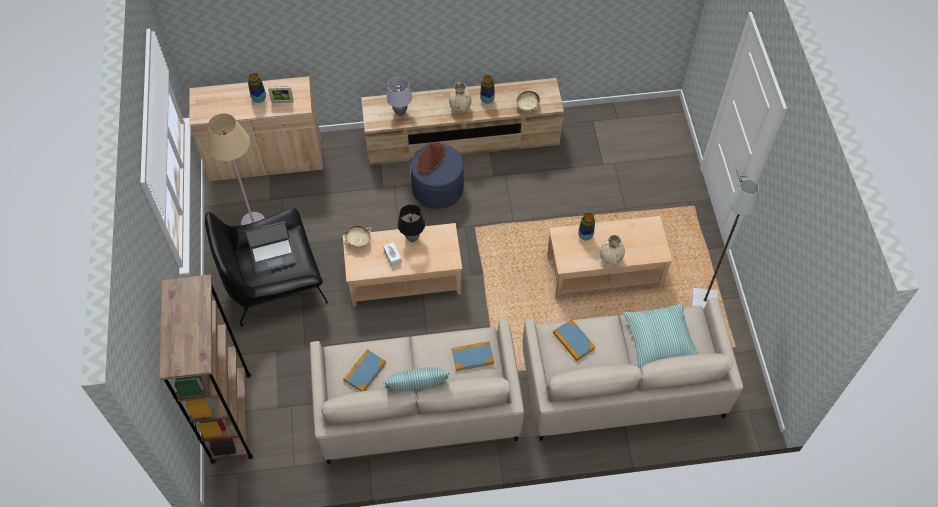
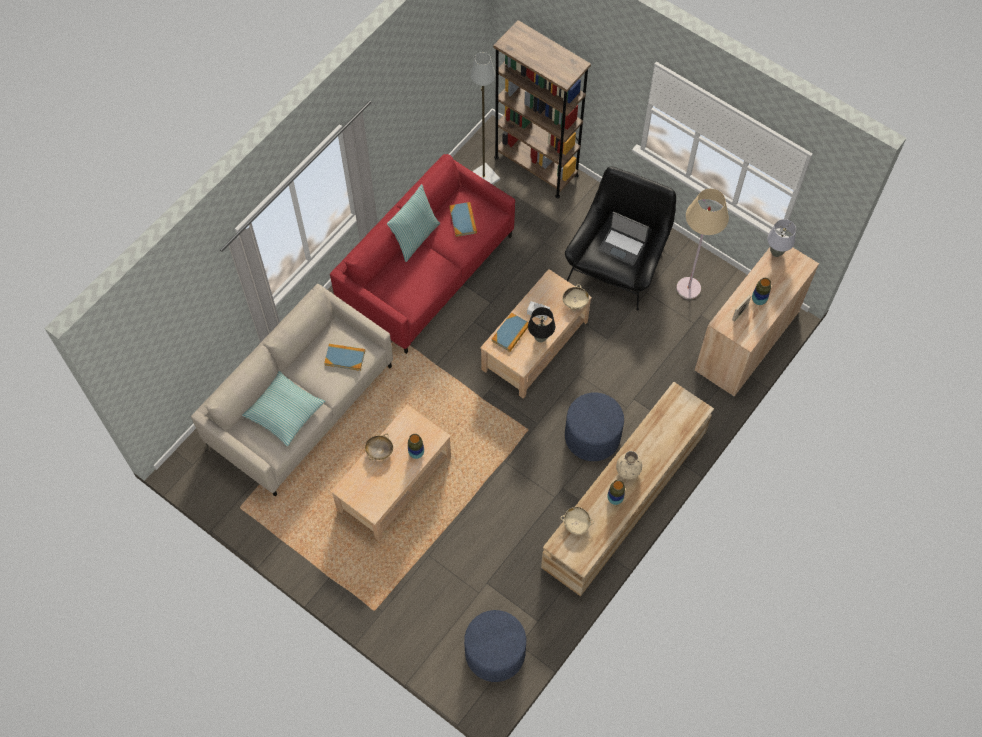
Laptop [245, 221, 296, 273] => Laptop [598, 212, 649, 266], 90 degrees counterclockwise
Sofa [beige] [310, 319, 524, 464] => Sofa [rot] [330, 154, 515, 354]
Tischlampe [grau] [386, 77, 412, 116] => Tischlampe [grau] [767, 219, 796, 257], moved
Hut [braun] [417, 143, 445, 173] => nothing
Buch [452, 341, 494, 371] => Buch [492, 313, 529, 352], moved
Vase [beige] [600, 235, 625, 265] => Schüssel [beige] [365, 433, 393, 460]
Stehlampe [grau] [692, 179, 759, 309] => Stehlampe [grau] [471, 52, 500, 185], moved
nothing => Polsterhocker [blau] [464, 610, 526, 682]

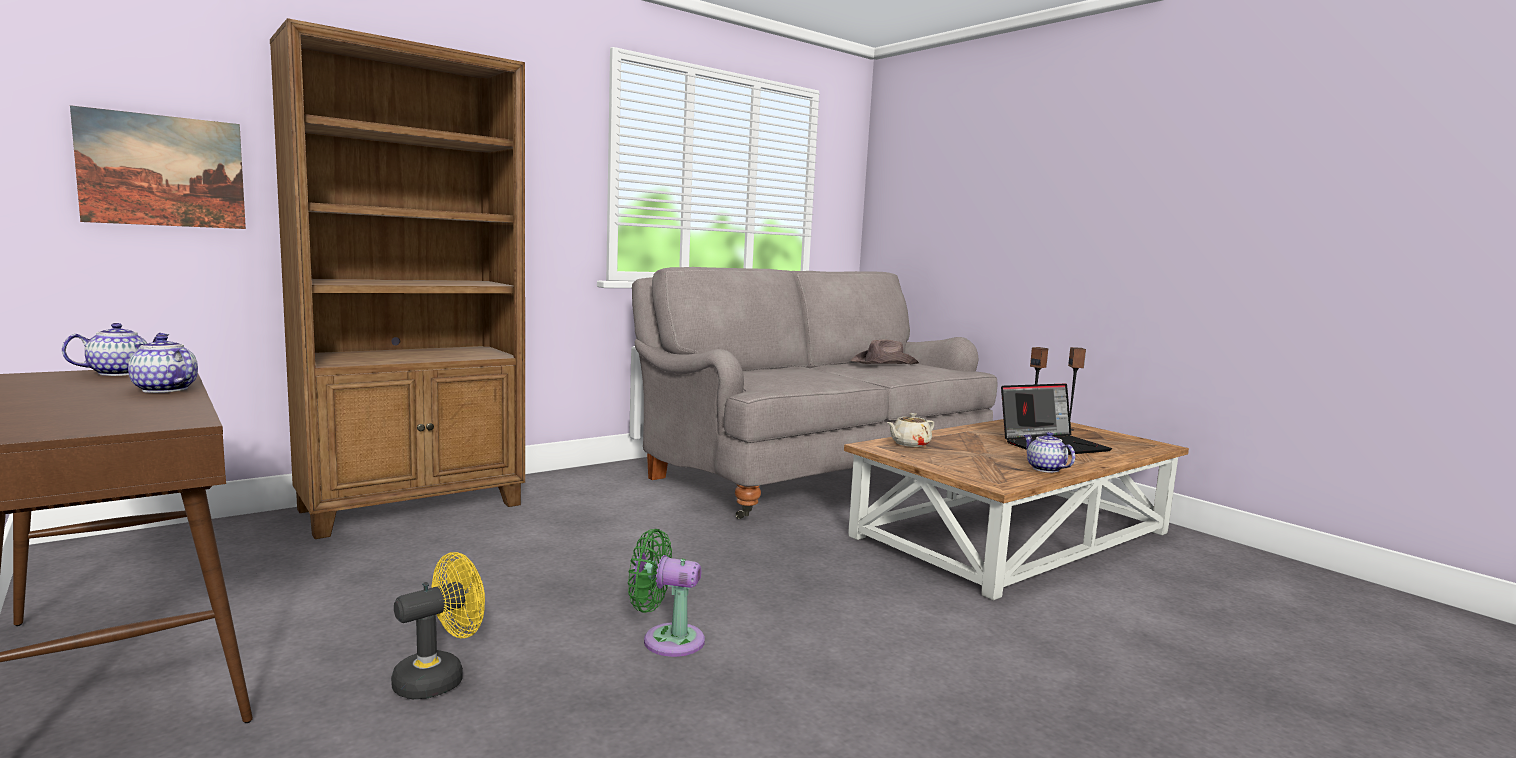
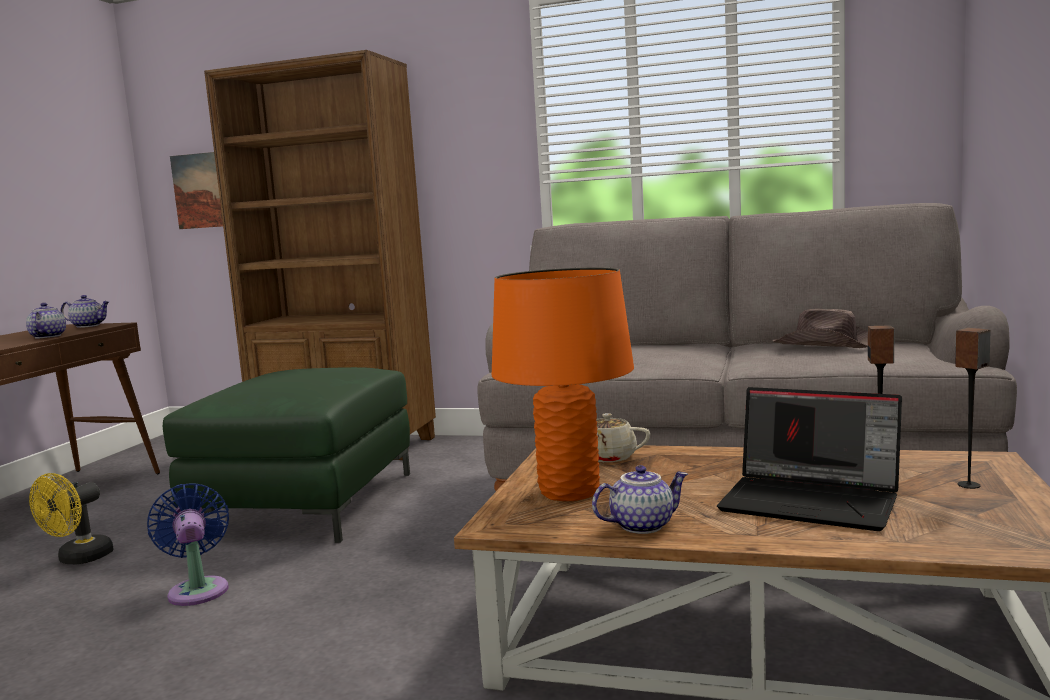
Ventilator [gelb] [391, 552, 485, 699] => Ventilator [gelb] [29, 473, 113, 564], 105 degrees clockwise
Ventilator [grün] [628, 529, 705, 657] => Ventilator [blau] [147, 483, 229, 606]
Teekanne [1024, 432, 1075, 473] => Teekanne [592, 465, 688, 534], 45 degrees clockwise
nothing => Polsterhocker [grün] [163, 367, 410, 543]
nothing => Tischlampe [orange] [492, 267, 634, 501]

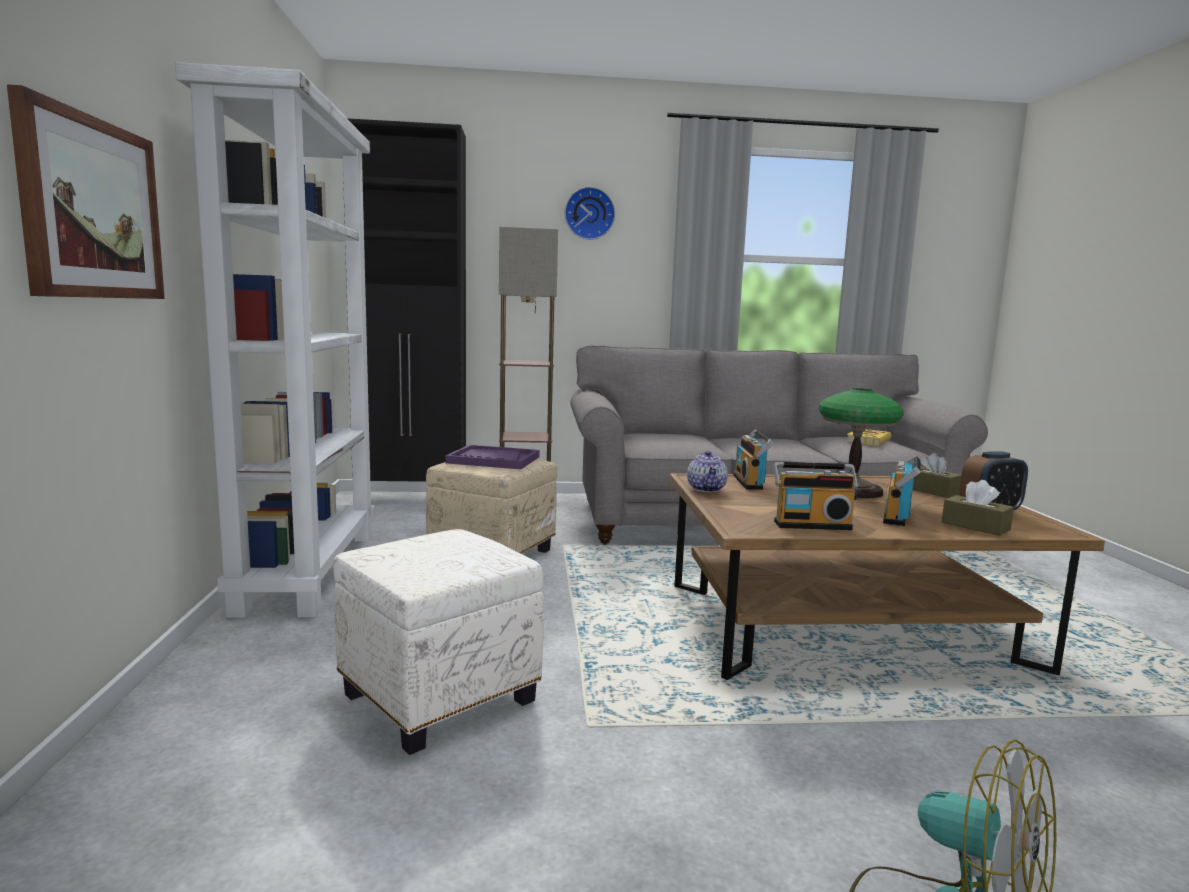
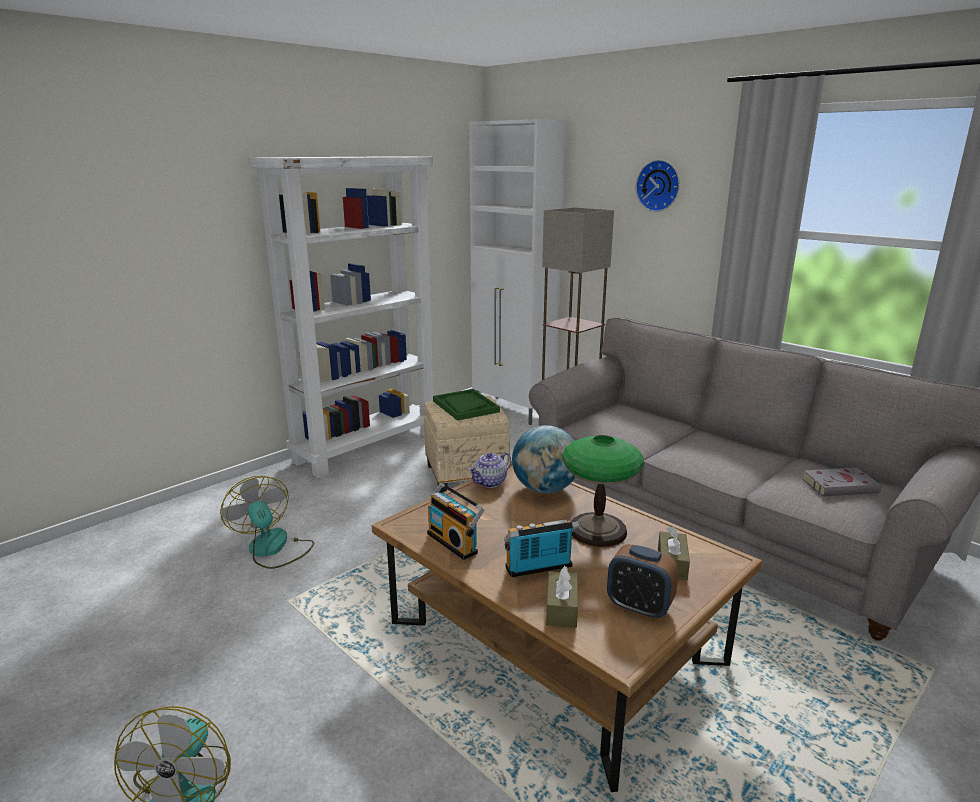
Bild [7, 84, 165, 299] => nothing
Polsterhocker [weiß] [334, 529, 544, 755] => Ventilator [220, 476, 314, 569]
Schrank [schwarz] [343, 118, 466, 482] => Schrank [weiß] [469, 119, 566, 425]
Tablett [lila] [445, 445, 540, 469] => Tablett [grün] [433, 389, 500, 421]
Radio [733, 429, 774, 490] => Globus [512, 425, 575, 494]
Buch [gelb] [846, 429, 891, 446] => Buch [grau] [802, 468, 881, 496]

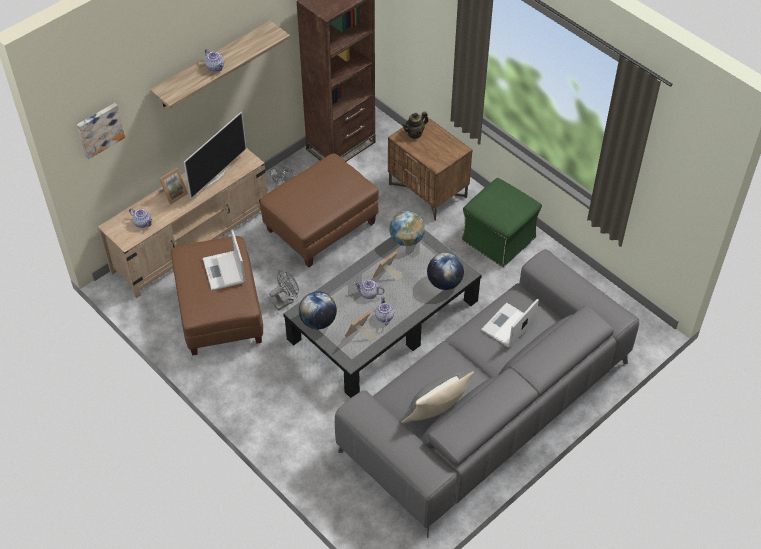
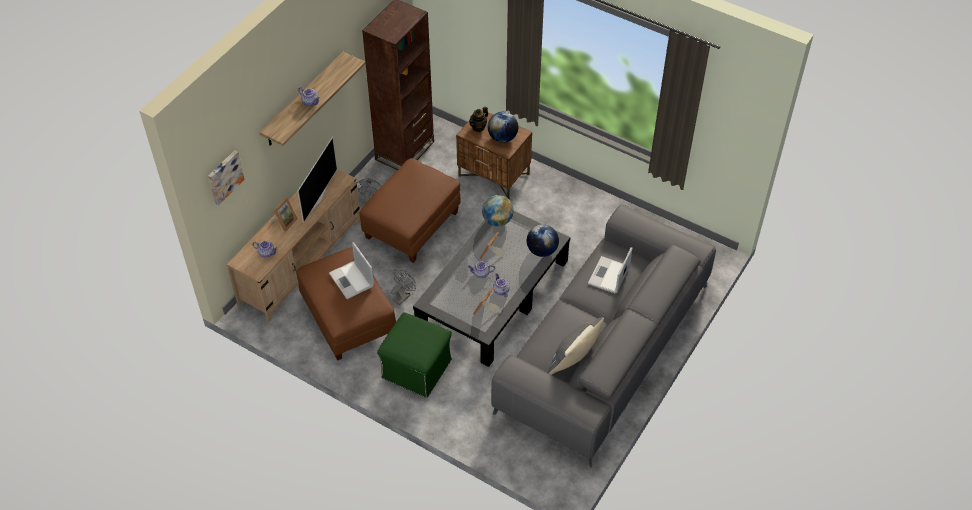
Globus [299, 291, 337, 329] => Globus [488, 112, 518, 143], moved
Polsterhocker [grün] [461, 178, 542, 267] => Polsterhocker [grün] [377, 312, 452, 398], moved

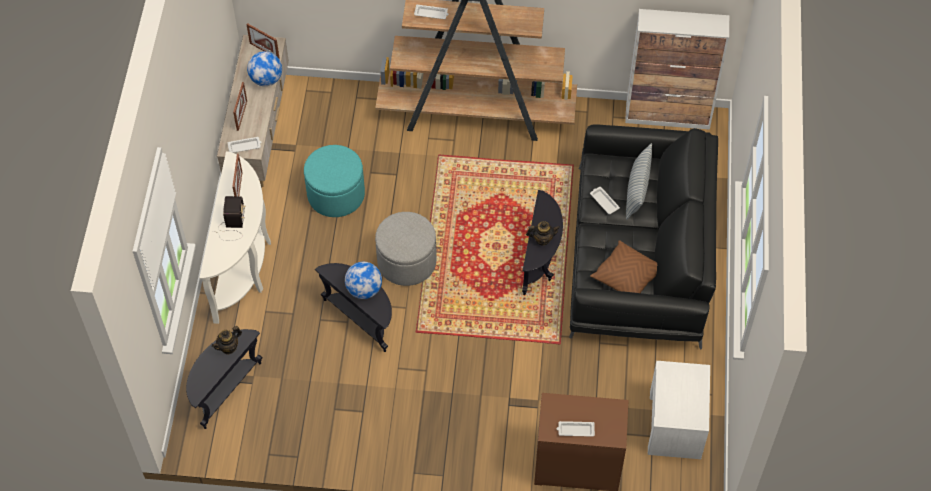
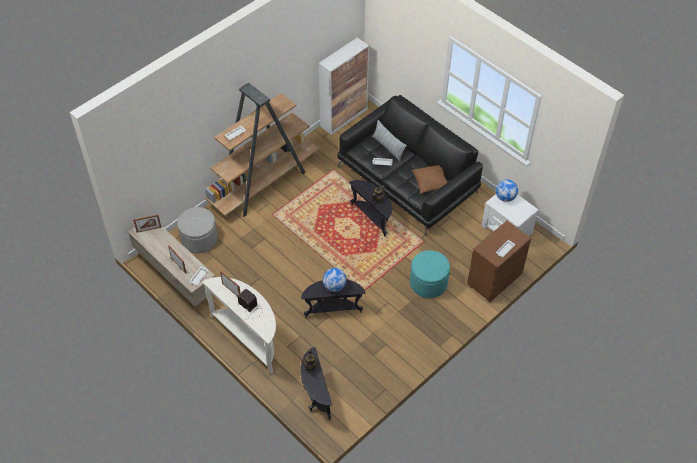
Globus [247, 51, 282, 86] => Globus [496, 179, 518, 202], moved
Polsterhocker [türkis] [304, 145, 365, 217] => Polsterhocker [türkis] [410, 250, 450, 298], moved
Polsterhocker [grau] [375, 212, 437, 286] => Polsterhocker [grau] [177, 207, 218, 253], moved

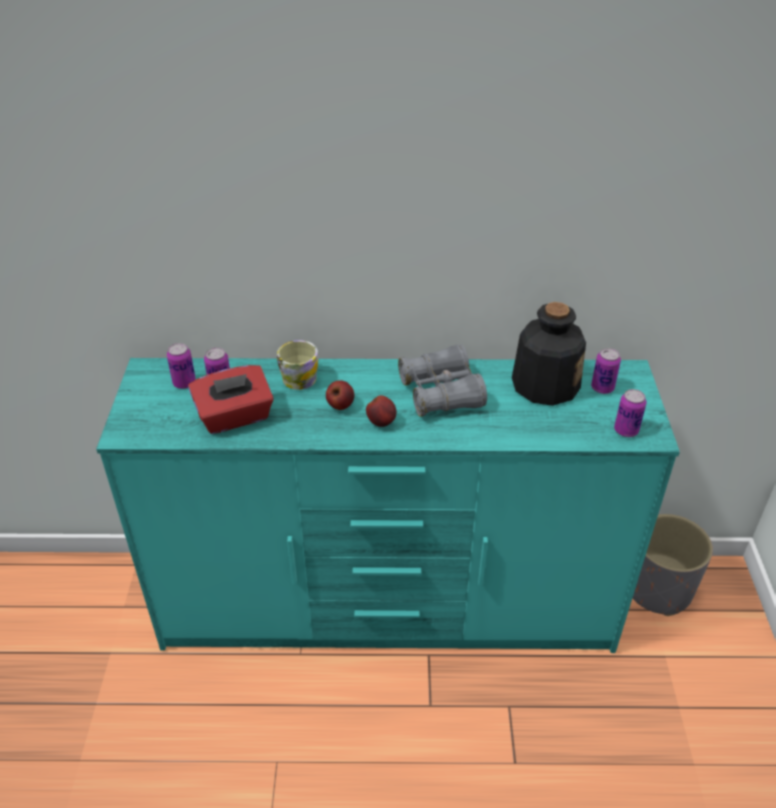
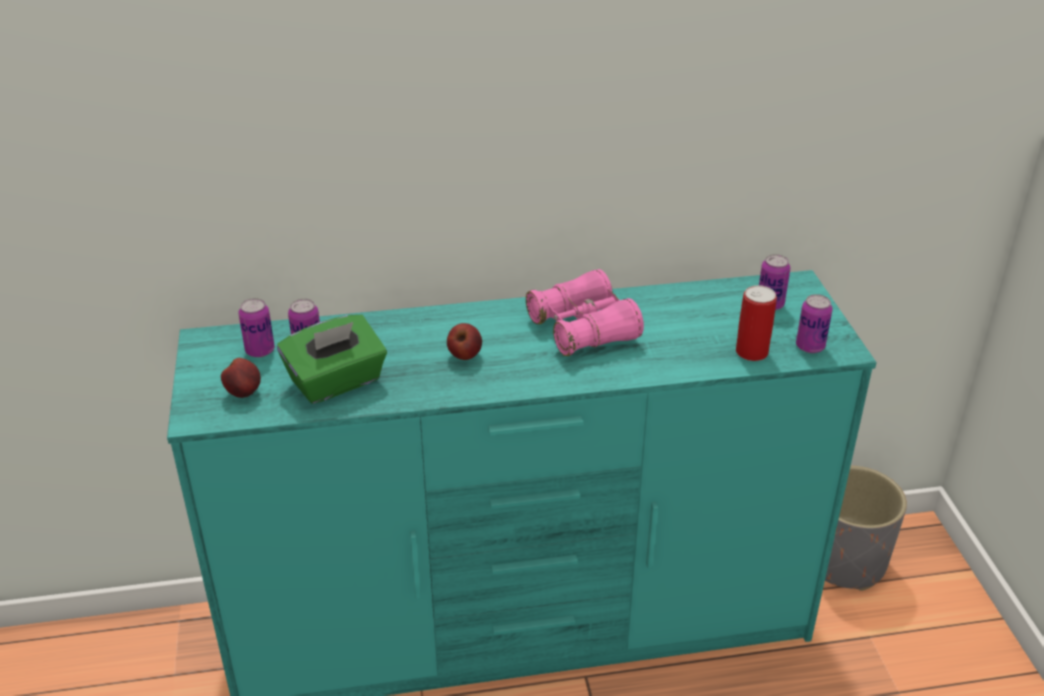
Taschentuchbox [rot] [188, 365, 274, 434] => Taschentuchbox [grün] [277, 315, 387, 404]
Henkelbecher [277, 340, 319, 390] => nothing
Apfel [366, 395, 396, 427] => Apfel [221, 358, 261, 398], moved
Fernglas [grau] [398, 344, 487, 417] => Fernglas [rosa] [526, 269, 644, 356]
Flasche [512, 302, 586, 406] => nothing
nothing => Dose [736, 285, 777, 361]

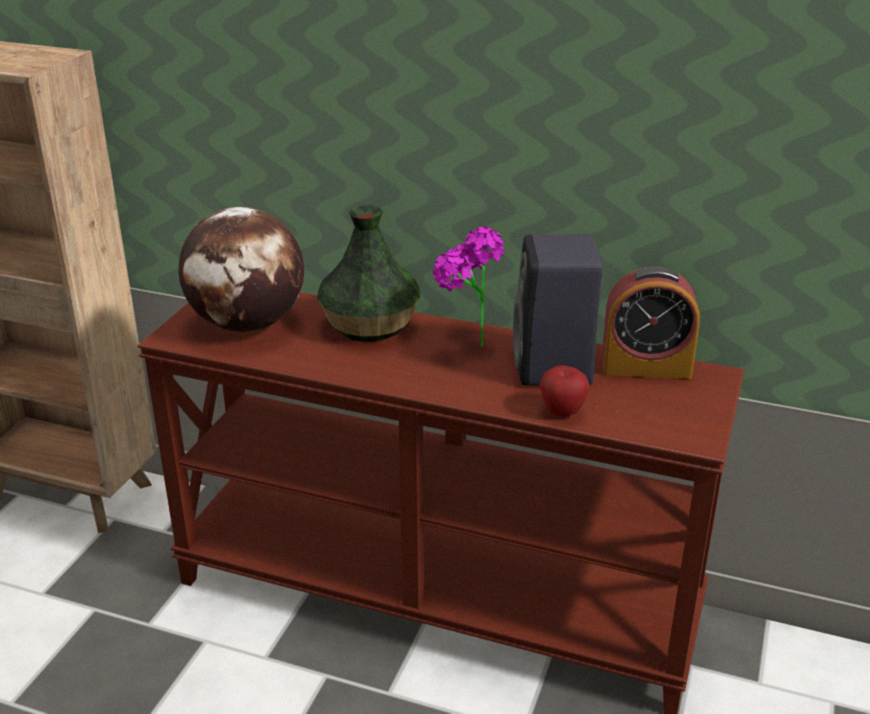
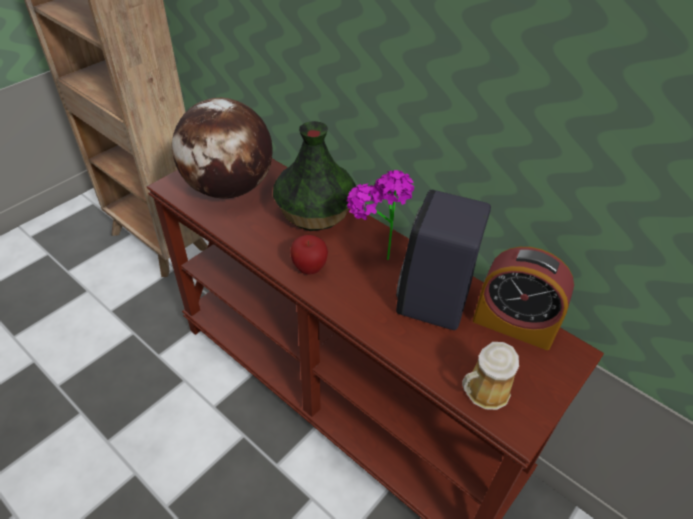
Apfel [539, 366, 590, 417] => Apfel [290, 235, 328, 274], moved
nothing => Henkelbecher [462, 342, 519, 410]

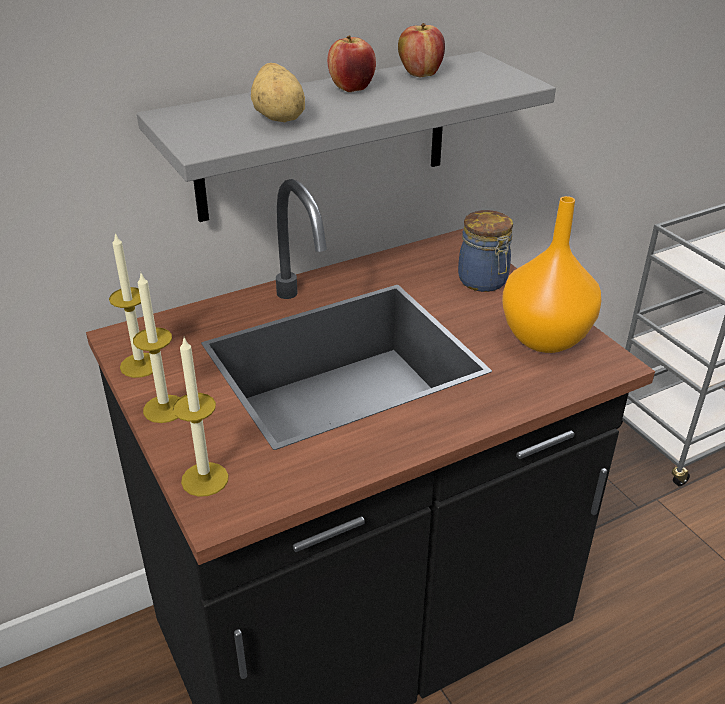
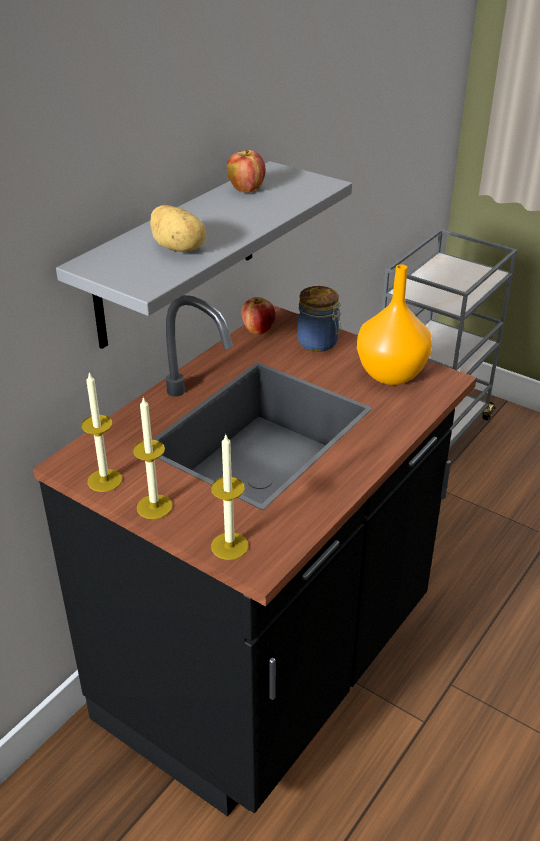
Apfel [327, 35, 376, 92] => Apfel [241, 297, 276, 335], moved

